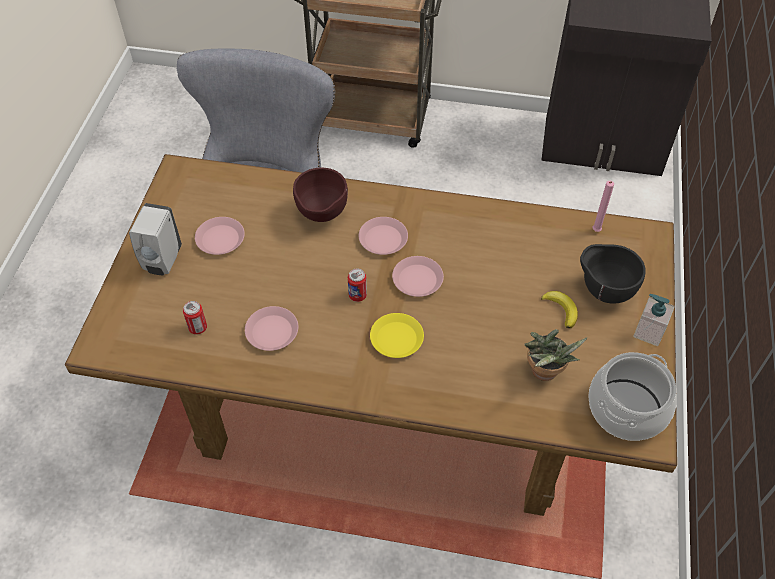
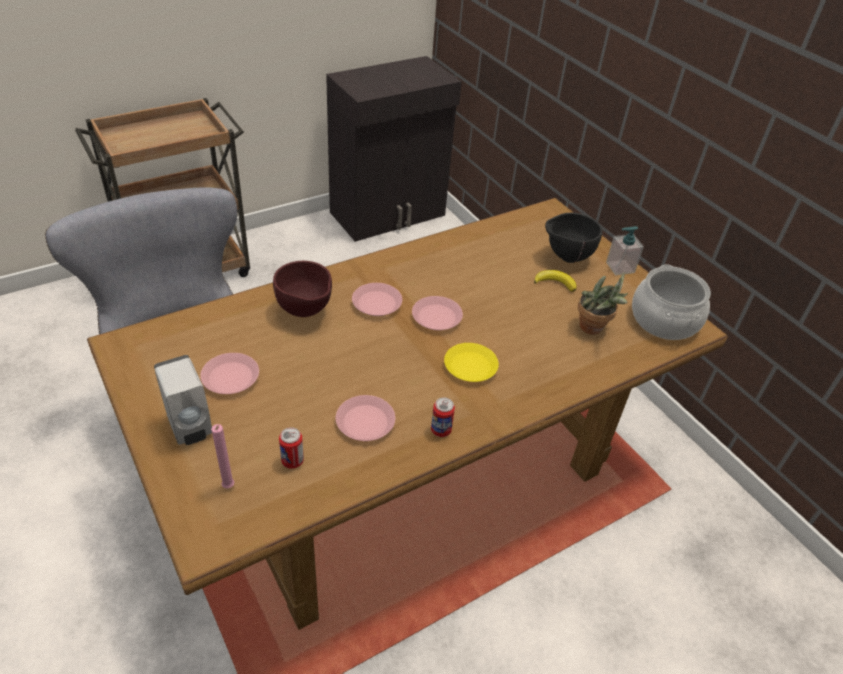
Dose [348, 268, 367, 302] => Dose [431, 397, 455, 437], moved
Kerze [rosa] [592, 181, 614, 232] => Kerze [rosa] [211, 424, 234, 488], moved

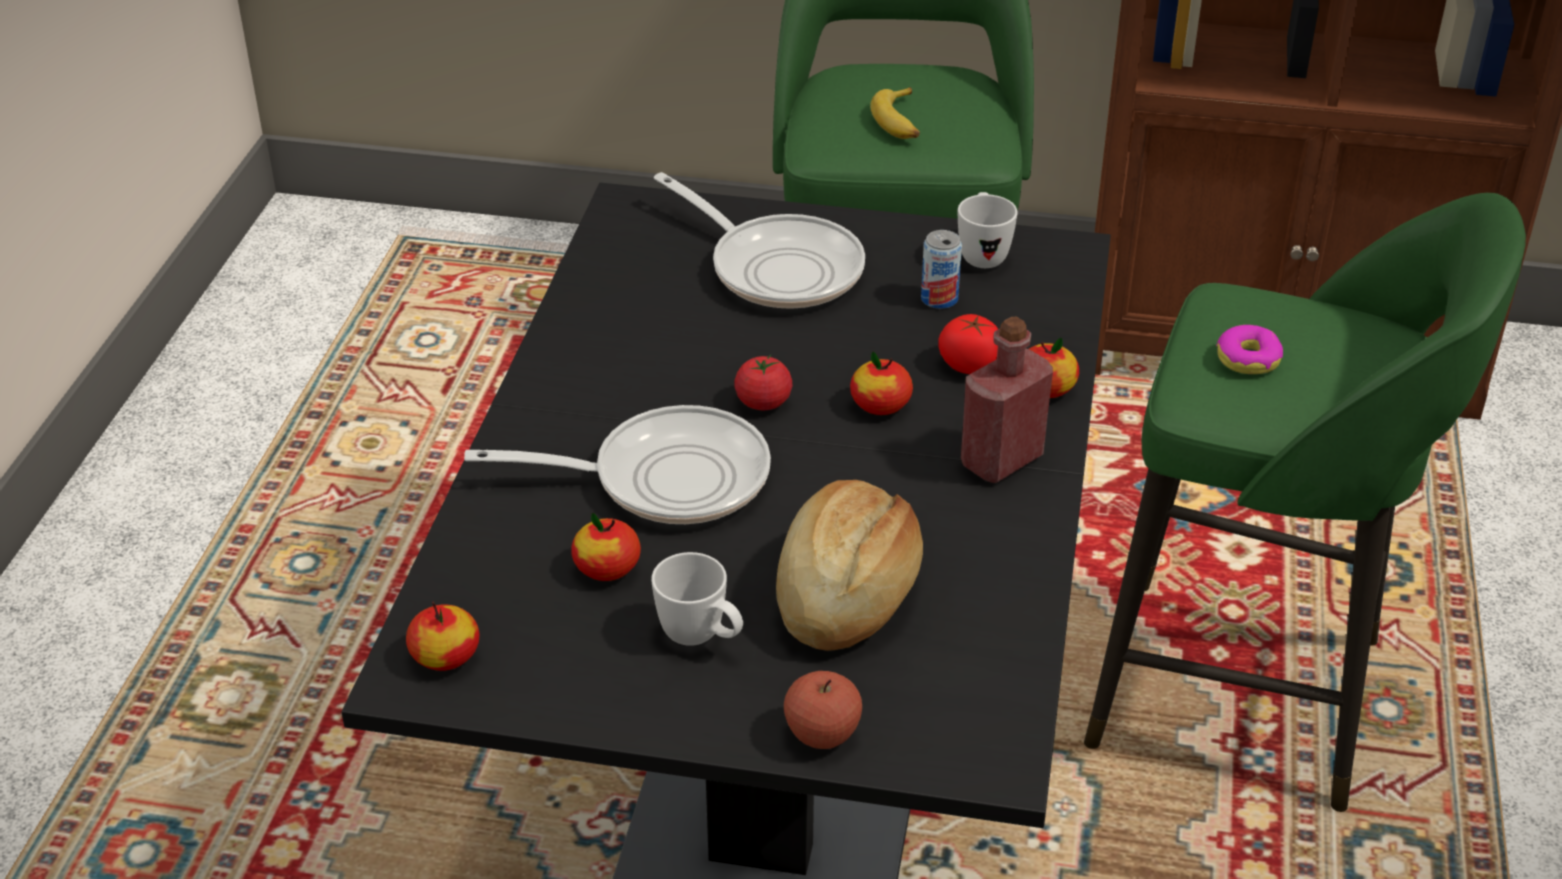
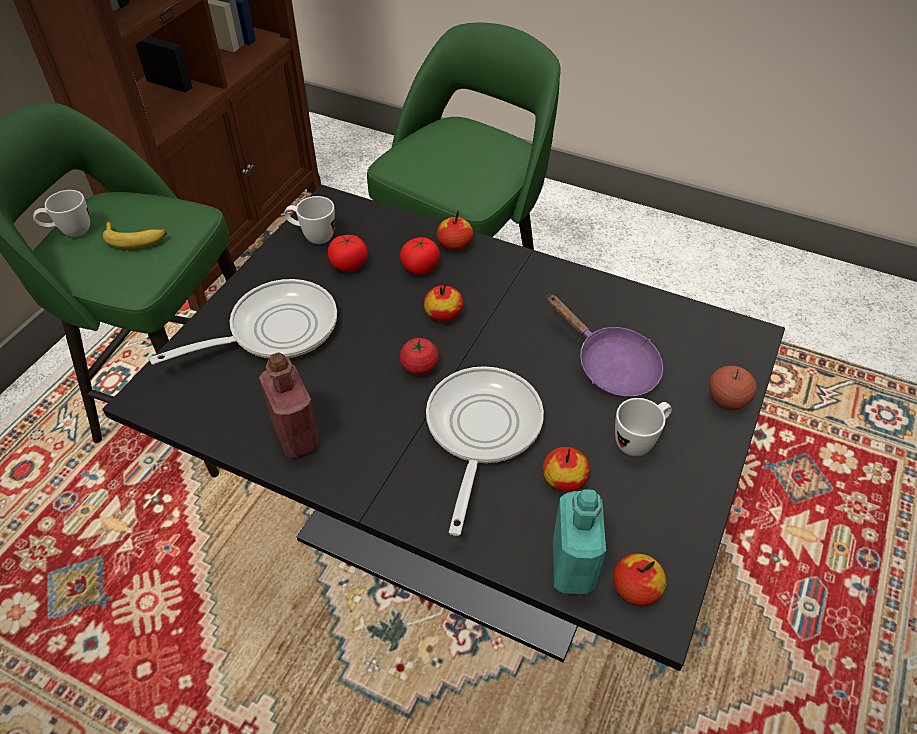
Brot [776, 480, 923, 651] => Pfanne [lila] [546, 294, 663, 398]
Dose [921, 230, 962, 309] => Tomate [328, 235, 368, 272]
Flasche [rot] [961, 316, 1053, 483] => Flasche [rot] [259, 352, 321, 458], moved
Donut [1216, 325, 1283, 374] => nothing
nothing => Henkelbecher [weiß] [33, 190, 90, 237]
nothing => Flasche [türkis] [553, 489, 606, 594]

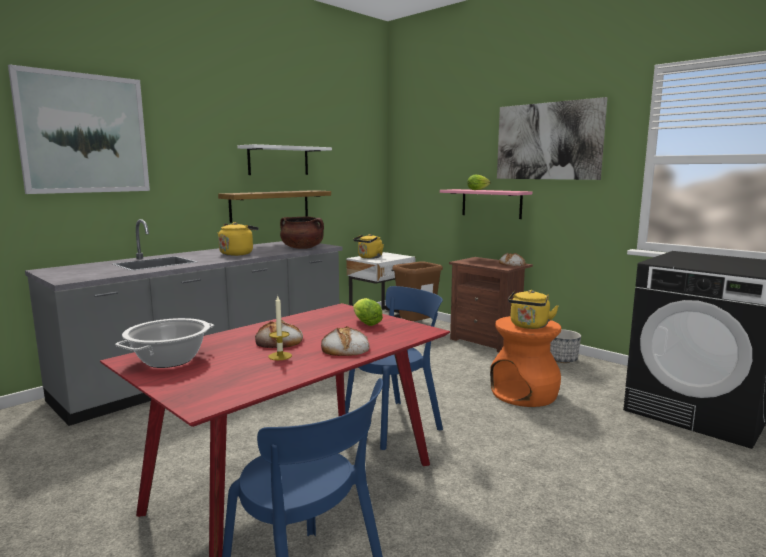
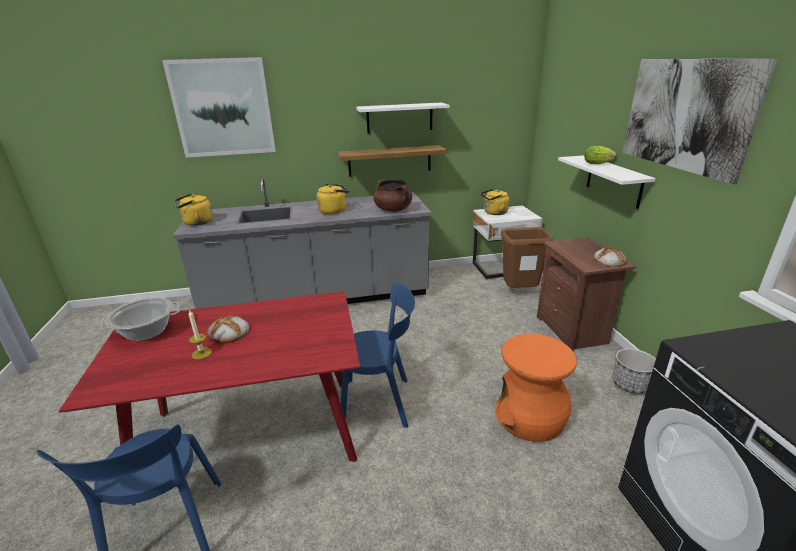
Brot [321, 326, 370, 356] => nothing
Salatkopf [353, 298, 383, 326] => nothing
Wandregal [rosa] [440, 189, 532, 219] => Wandregal [weiß] [558, 155, 656, 209]
Wasserkessel [gelb] [508, 290, 559, 329] => Wasserkessel [gelb] [175, 193, 213, 226], moved

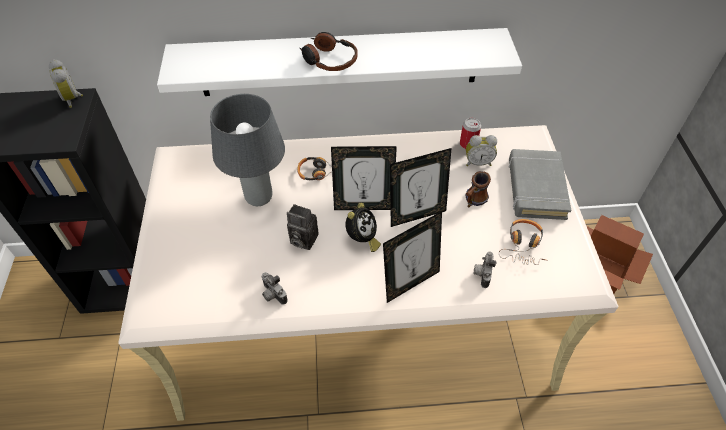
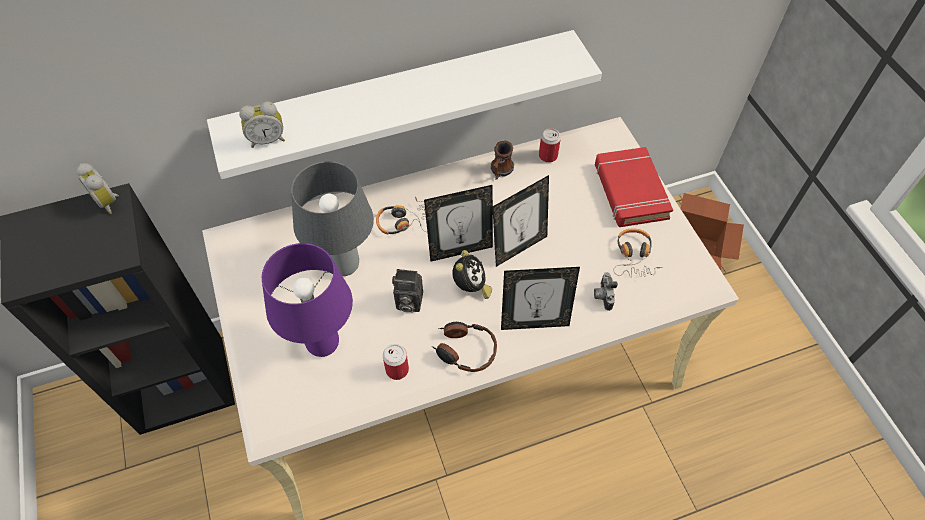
Kamera [262, 272, 288, 305] => Dose [383, 344, 409, 380]
Kopfhörer [300, 32, 358, 71] => Kopfhörer [432, 322, 497, 372], moved
Bilderrahmen [383, 211, 442, 303] => Bilderrahmen [501, 267, 580, 330], 45 degrees clockwise
Henkelbecher [465, 171, 491, 207] => Henkelbecher [491, 141, 514, 180], moved
Wecker [466, 135, 497, 166] => Wecker [239, 102, 285, 148], moved
Buch [grau] [509, 149, 572, 220] => Buch [rot] [595, 147, 673, 227]
nothing => Tischlampe [lila] [262, 243, 353, 357]

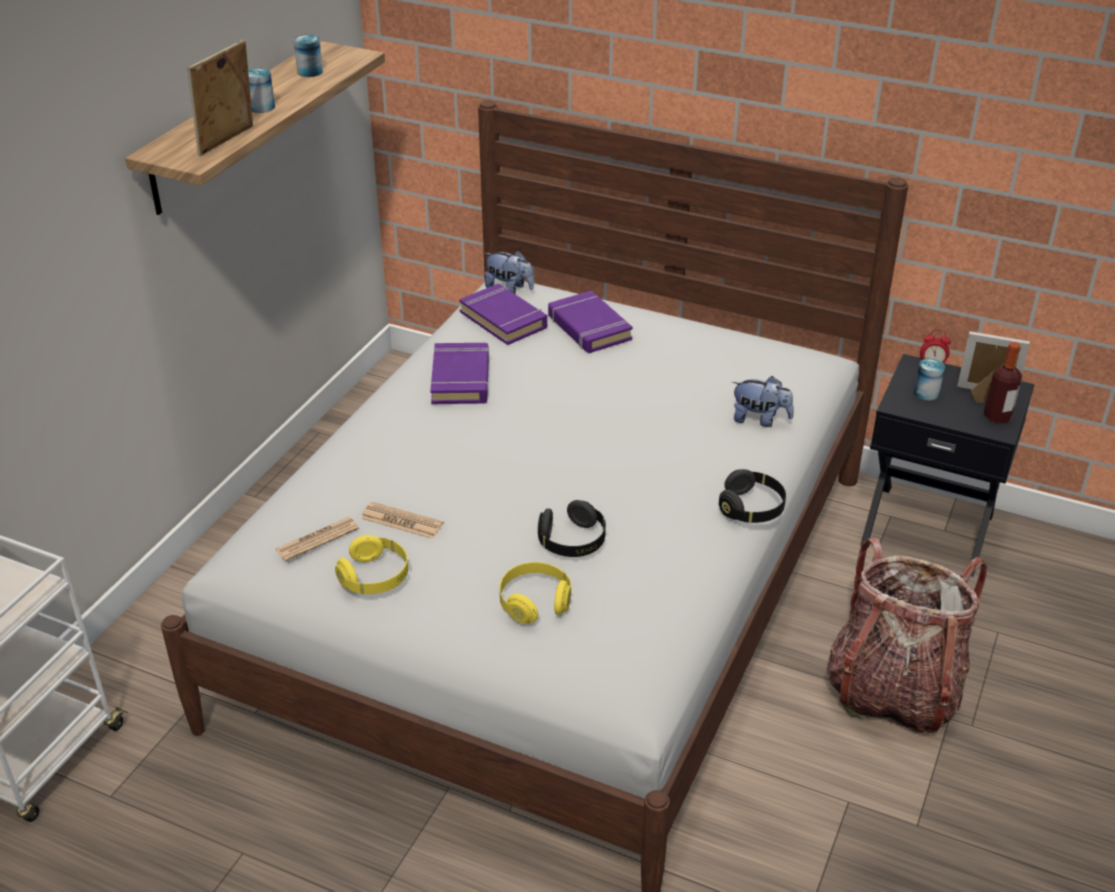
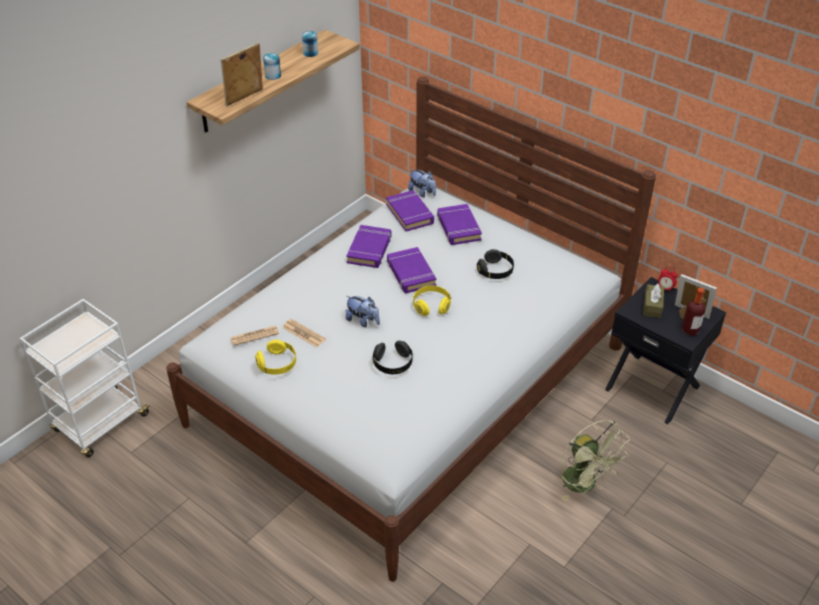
Kopfhörer [gelb] [500, 562, 571, 624] => Kopfhörer [gelb] [413, 285, 451, 316], moved
Kopfhörer [schwarz] [719, 469, 786, 523] => Kopfhörer [schwarz] [477, 249, 514, 279], moved
Plüschtier [732, 376, 794, 427] => Plüschtier [346, 296, 380, 327], moved
Rucksack [827, 538, 987, 734] => Ventilator [grün] [560, 420, 630, 501]
Dose [914, 358, 945, 401] => Taschentuchbox [braun] [643, 283, 664, 318]
nothing => Buch [lila] [387, 247, 436, 293]

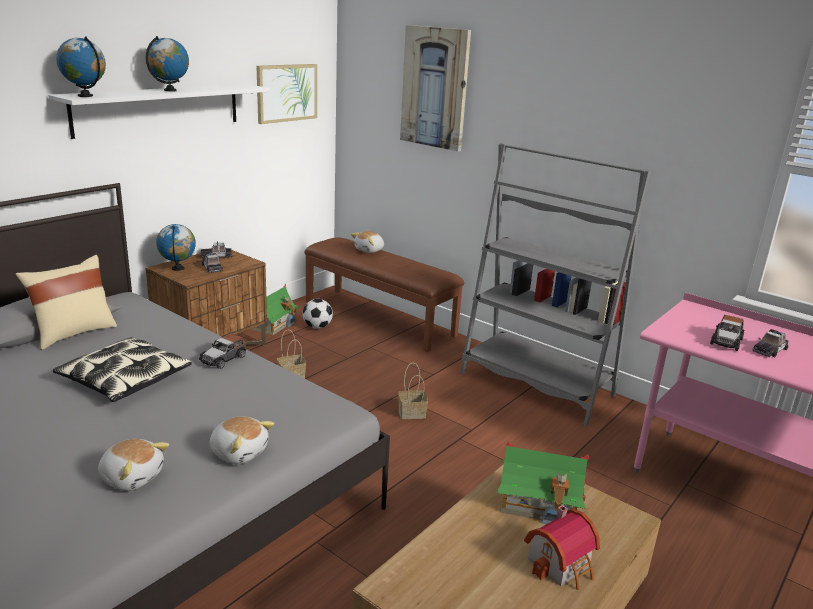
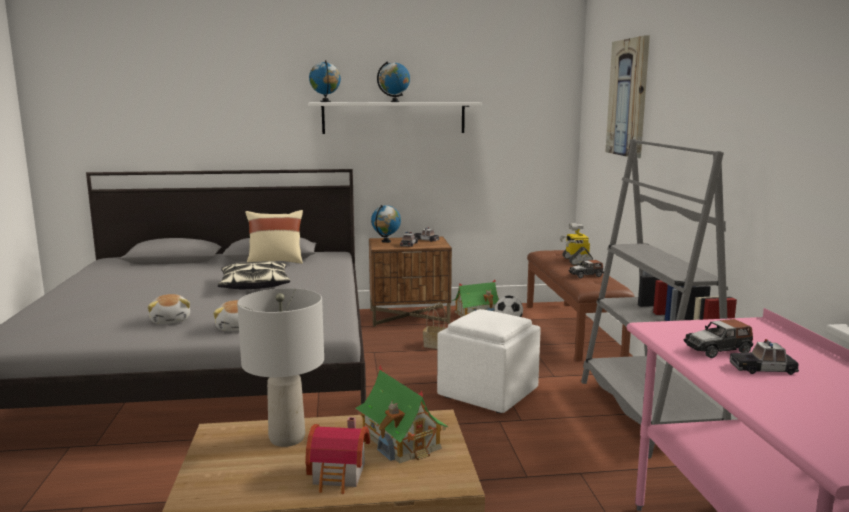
Spielzeugauto [199, 333, 246, 369] => Spielzeugauto [569, 260, 604, 278], moved
Bild [256, 64, 317, 124] => nothing
Plüschtier [351, 231, 384, 253] => Spielzeugroboter [560, 223, 593, 266]
Korb [398, 362, 428, 419] => Polsterhocker [weiß] [437, 309, 541, 413]
nothing => Tischlampe [grau] [237, 288, 324, 447]

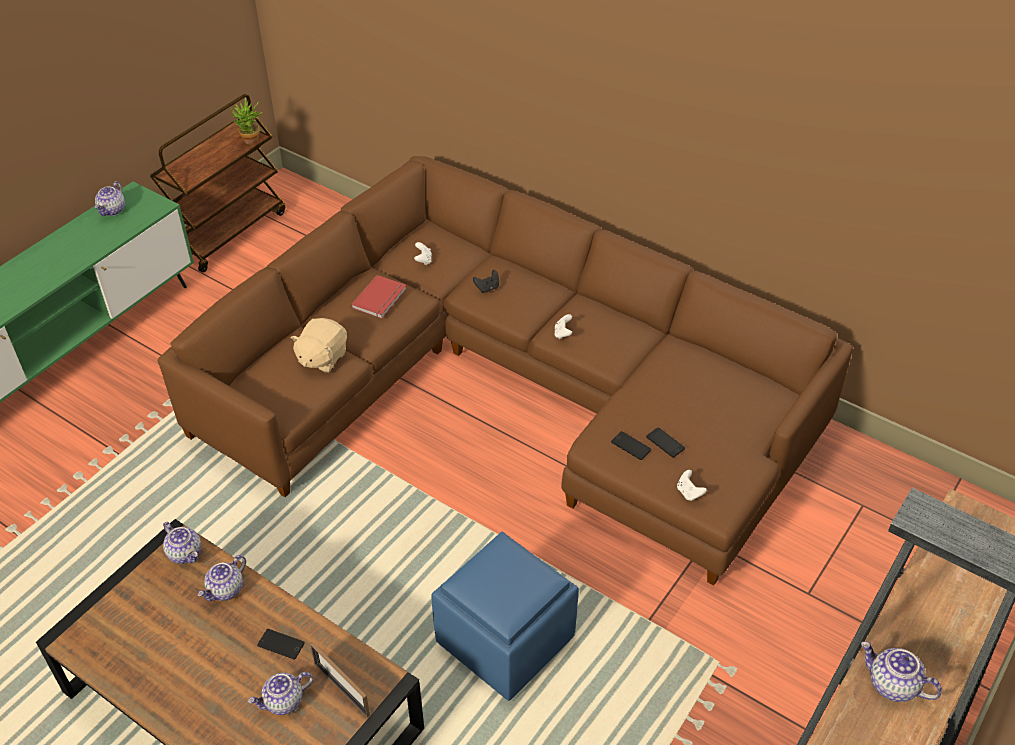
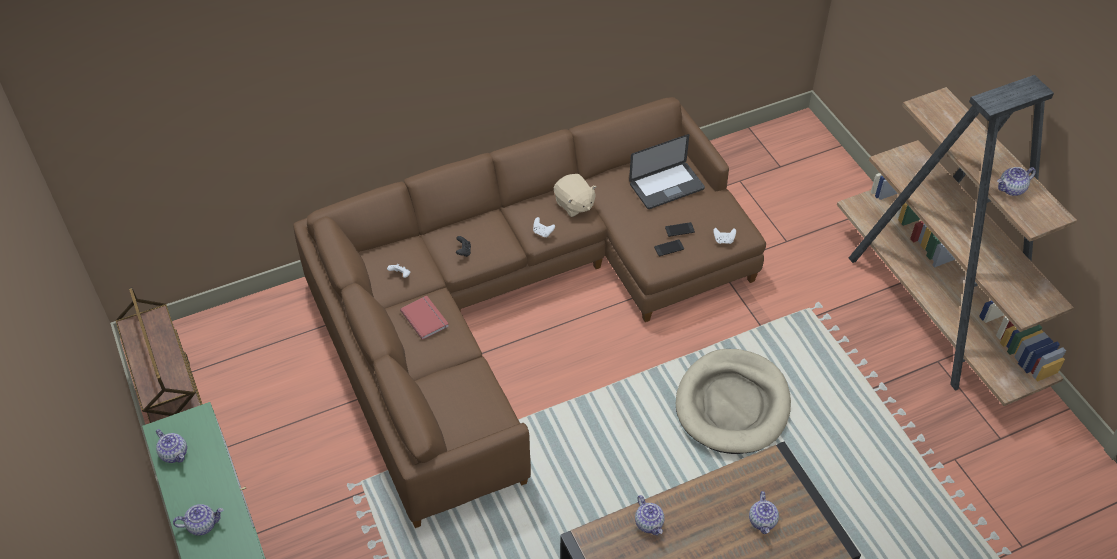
Teekanne [163, 522, 201, 564] => Teekanne [173, 504, 223, 536], moved
Topfpflanze [230, 97, 262, 144] => nothing
Handy [257, 629, 305, 660] => nothing
Plüschtier [beige] [290, 318, 347, 373] => Plüschtier [beige] [554, 174, 597, 217], moved
Bilderrahmen [310, 642, 370, 718] => nothing
Polsterhocker [blau] [431, 532, 579, 701] => Hundebett [beige] [676, 349, 791, 454]
nothing => Laptop [629, 134, 705, 209]

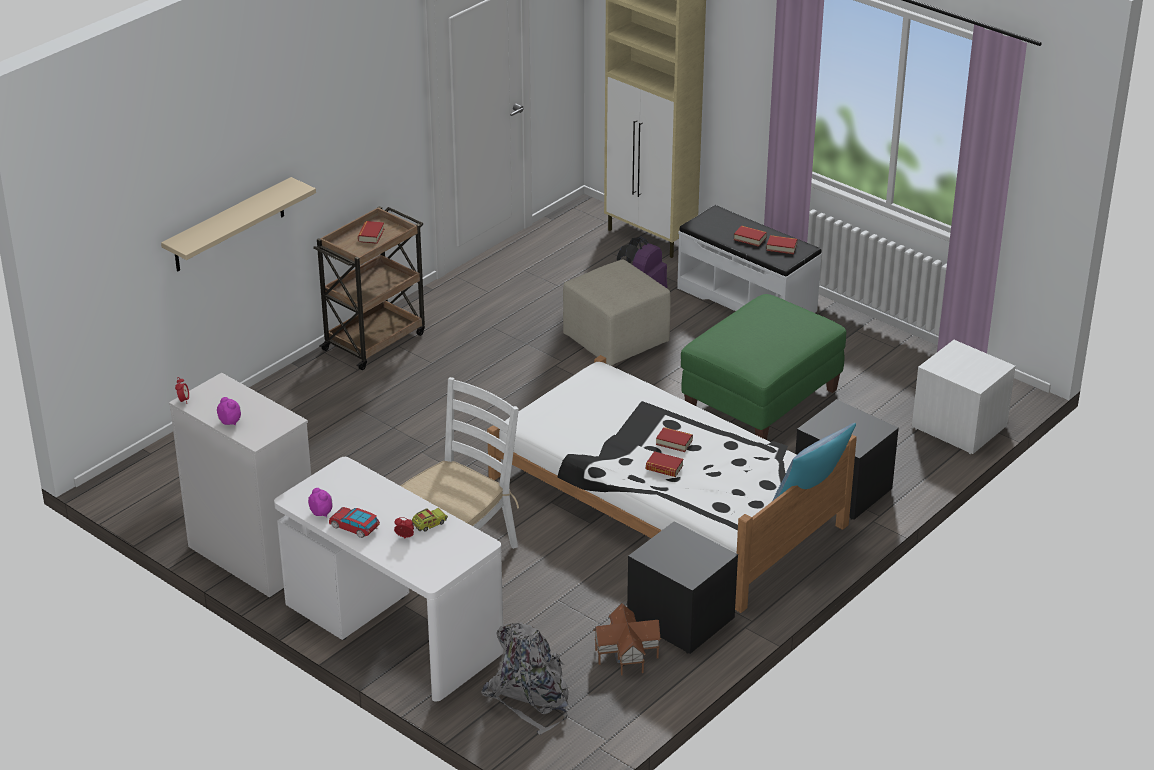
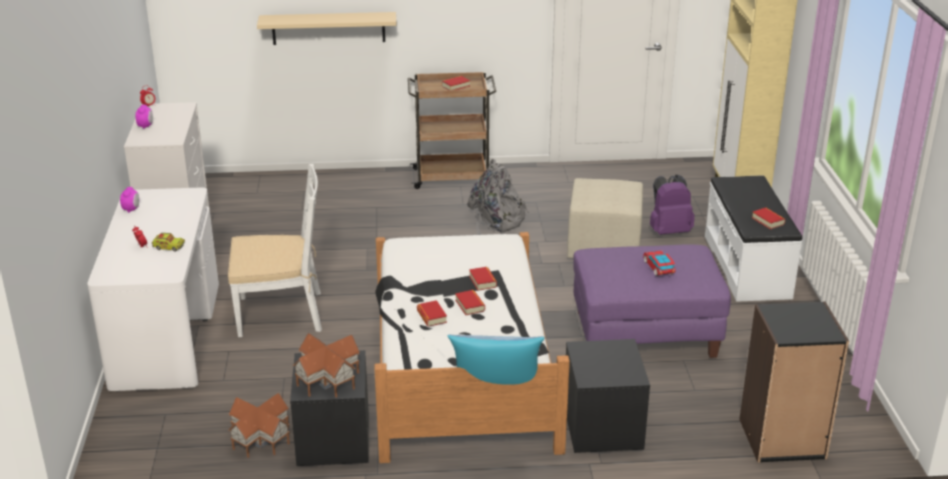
Spielzeugauto [329, 507, 380, 538] => Spielzeugauto [643, 251, 676, 276], moved
Rucksack [grau] [481, 623, 569, 735] => Rucksack [grau] [467, 159, 529, 235], moved
Polsterhocker [grün] [681, 294, 846, 440] => Polsterhocker [lila] [573, 244, 731, 358]
Buch [734, 226, 767, 247] => Buch [469, 267, 497, 291], moved
Nachttisch [weiß] [912, 340, 1016, 454] => Bücherregal [schwarz] [739, 302, 849, 463]
nothing => Spielzeughaus [293, 333, 360, 398]

